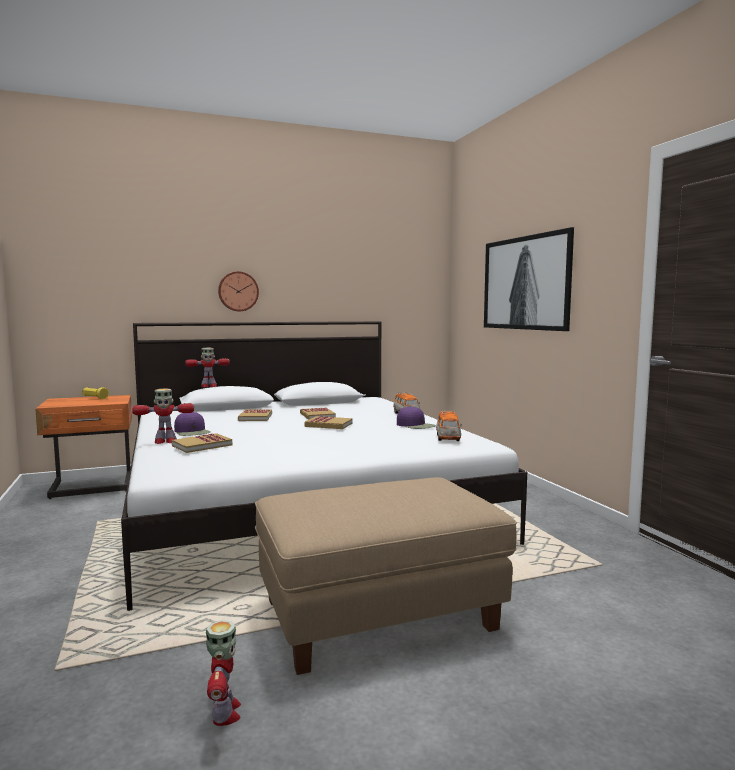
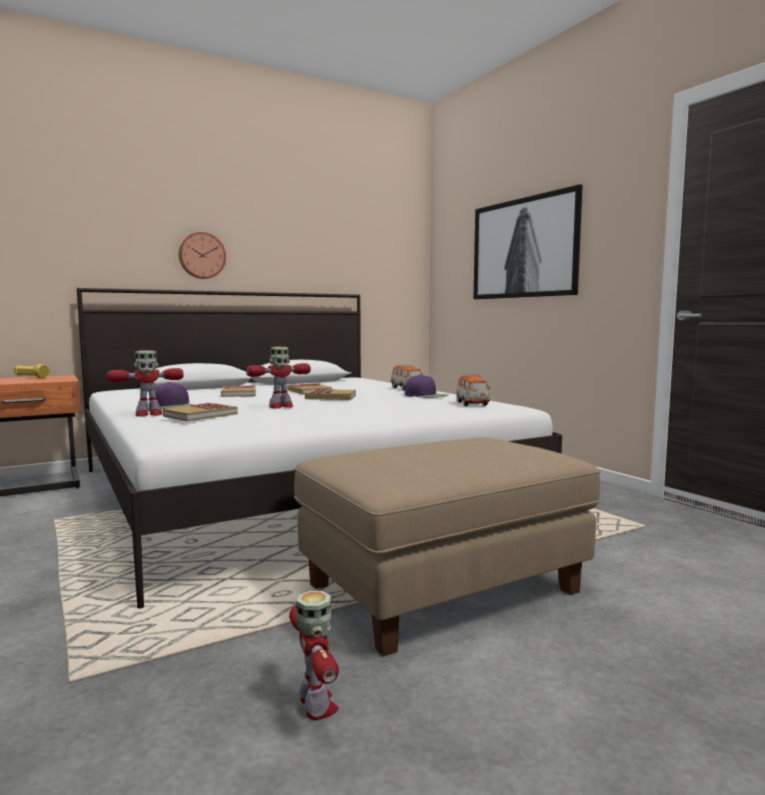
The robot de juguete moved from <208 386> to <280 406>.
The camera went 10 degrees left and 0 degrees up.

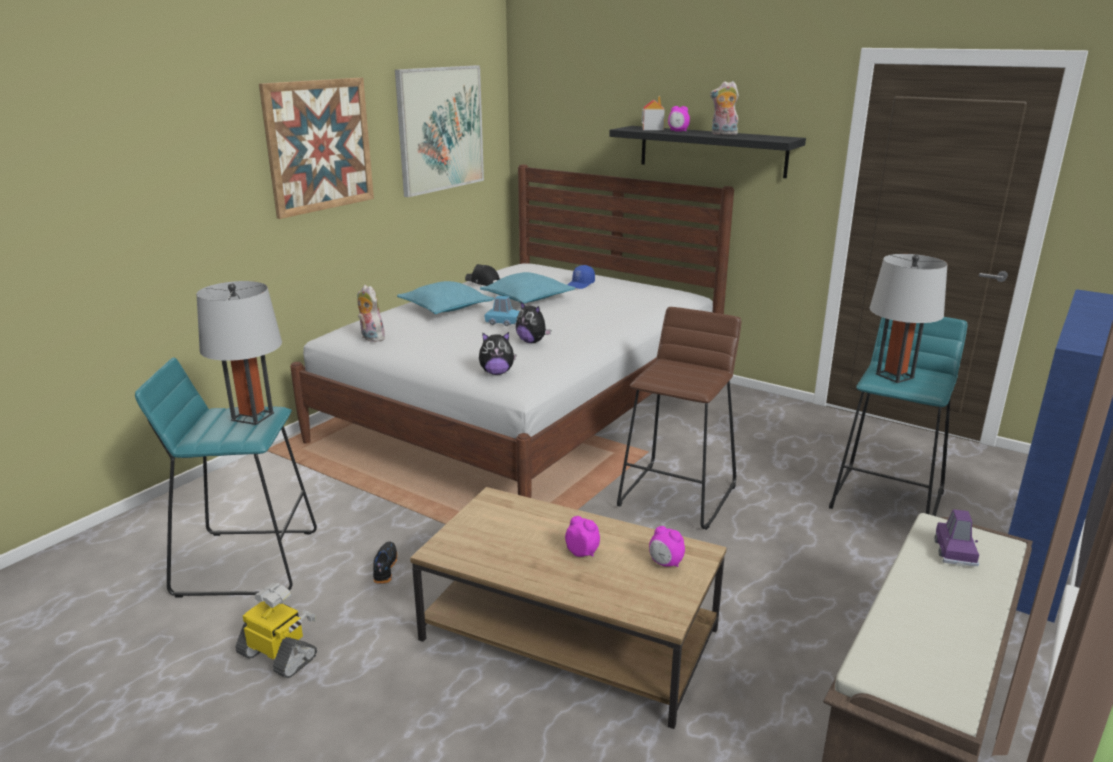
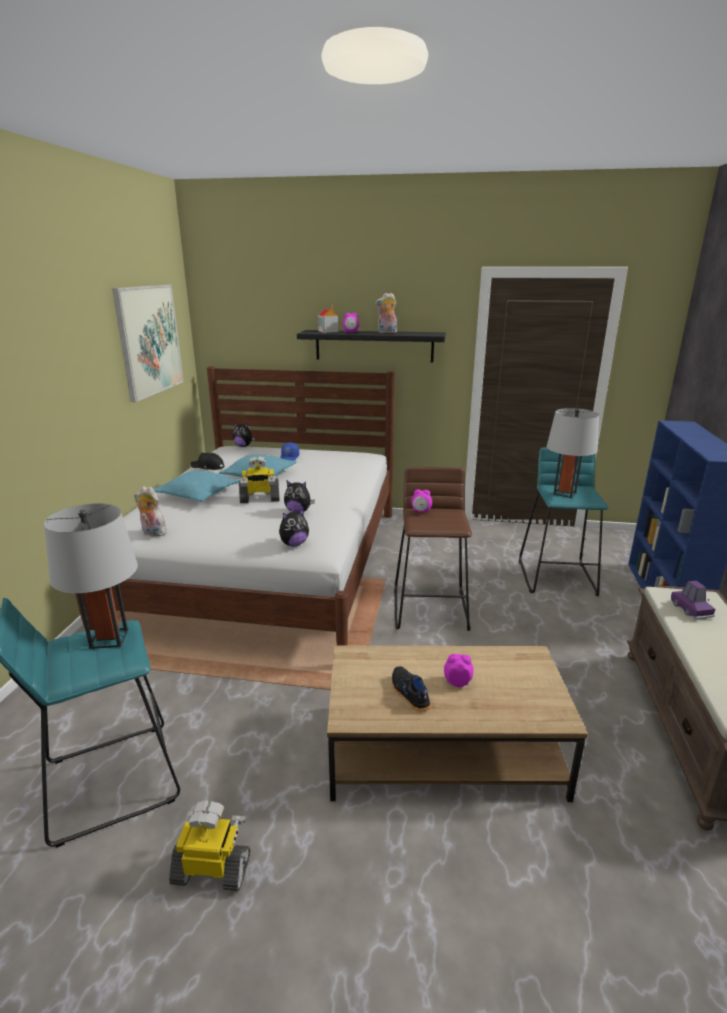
The cuadro at <319 146> disappeared.
The coche de juguete/azul at <503 322> was replaced by the robot de juguete at <259 499>.
The despertador moved from <665 563> to <421 511>.
The zapato/negro moved from <384 568> to <409 694>.
The peluche at <243 446> appeared.
The camera went 25 degrees left and 0 degrees up.

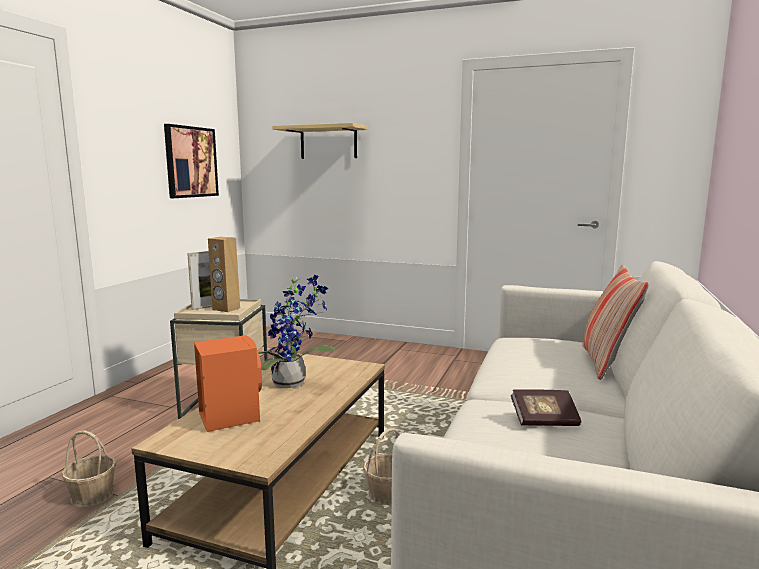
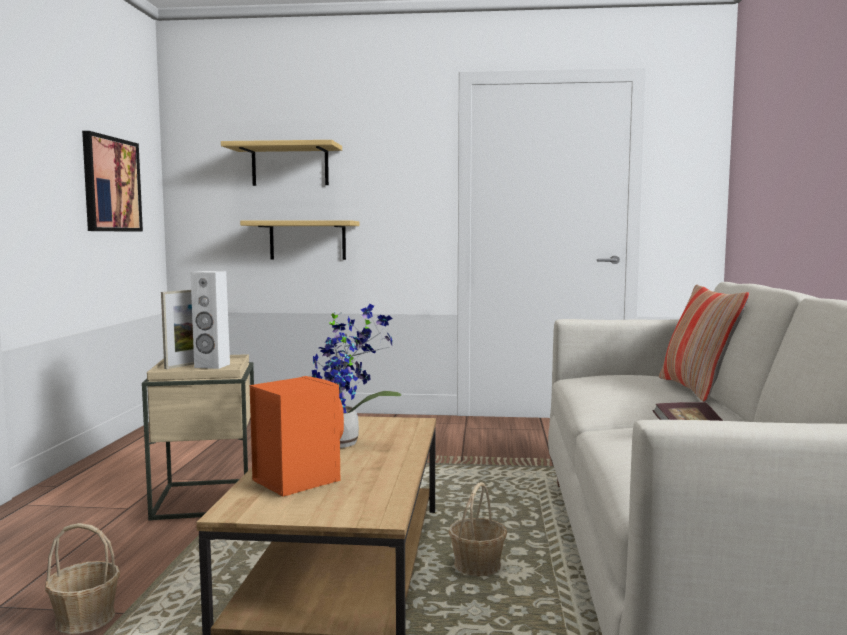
The altavoz/marrón at <226 309> became the altavoz/blanco at <212 366>.
The estante at <307 240> appeared.
The camera went 15 degrees left and 5 degrees down.

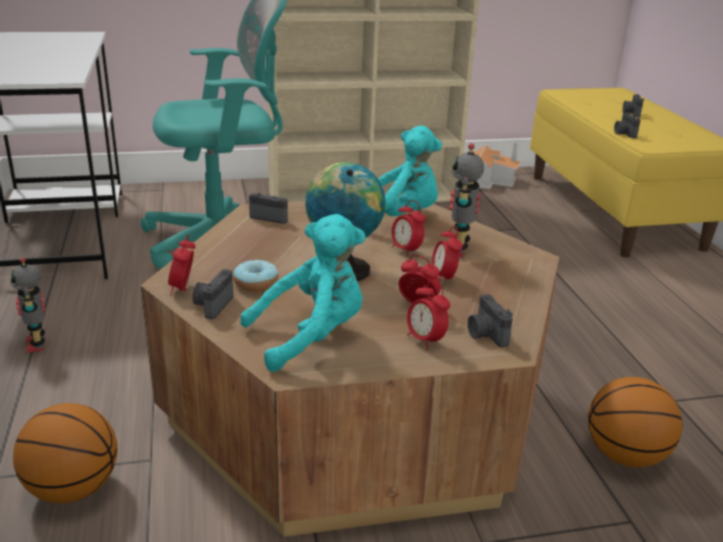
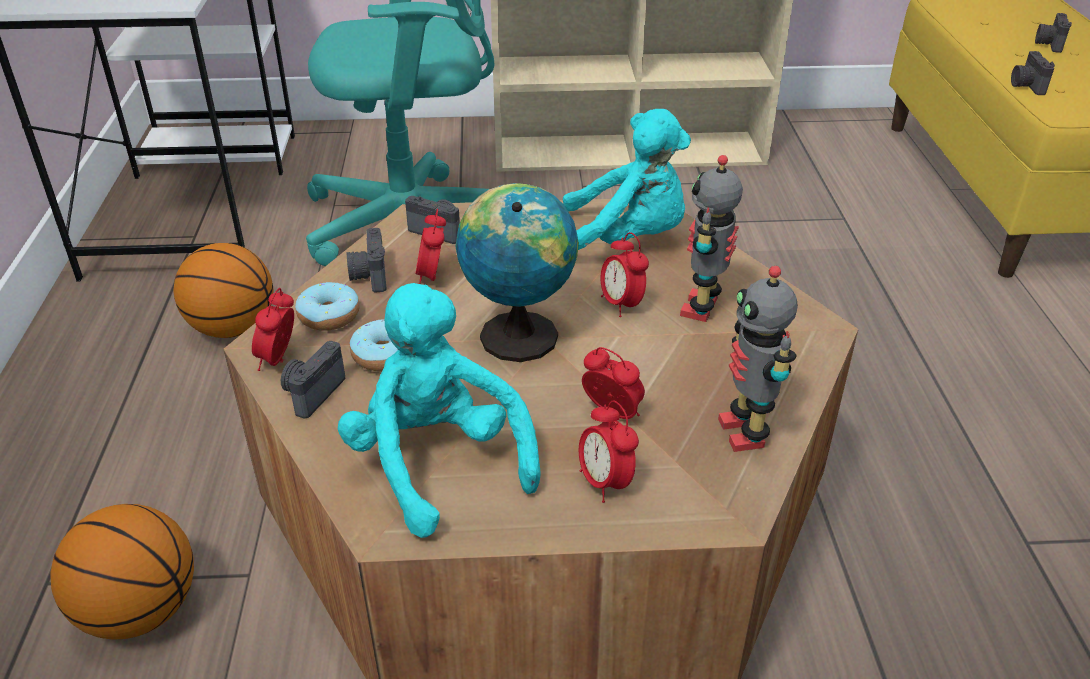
The casita at <489 180> disappeared.
The peluche/turquesa at <311 337> turned 105 degrees counterclockwise.
The despertador moved from <444 278> to <432 277>.
The robot de juguete moved from <38 344> to <745 432>.
The cámara moved from <485 334> to <369 276>.
The balón de baloncesto moved from <626 456> to <233 328>.
The rosquilla at <329 316> appeared.
The camera went 10 degrees right and 10 degrees up.

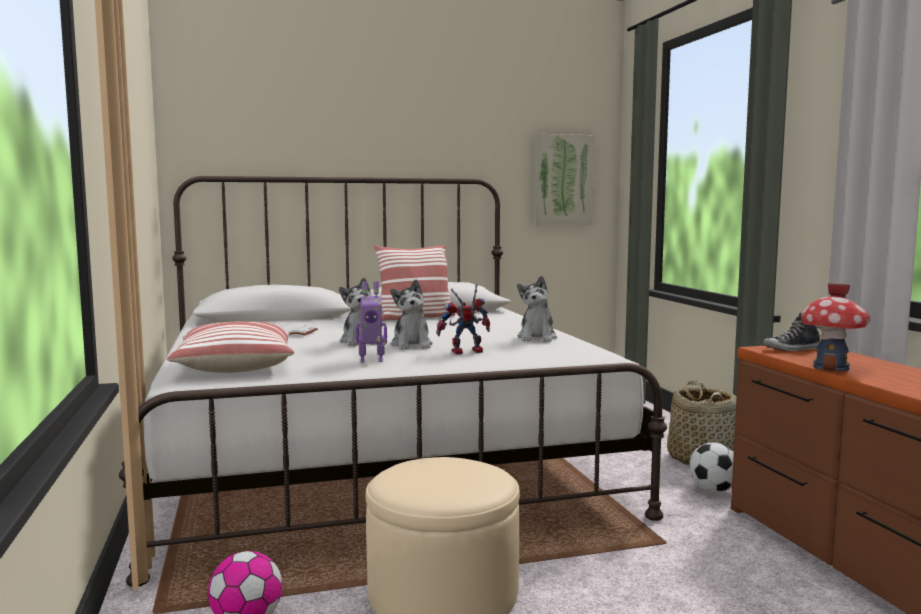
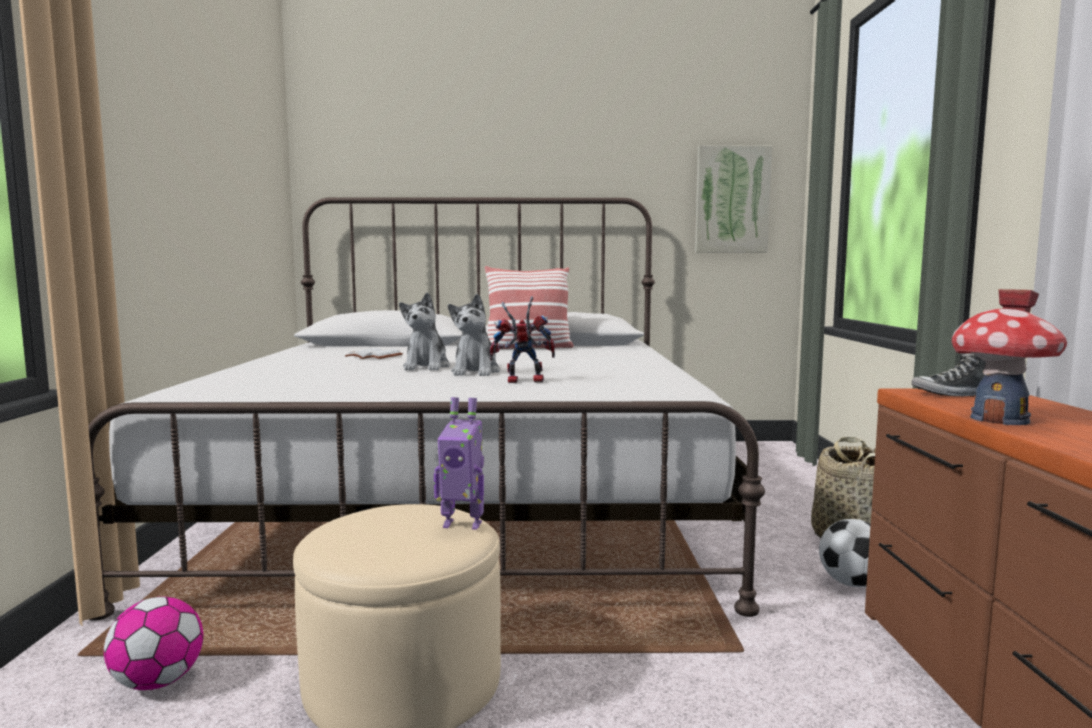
The peluche at <537 338> disappeared.
The robot de juguete moved from <371 360> to <463 523>.
The cojín at <235 366> disappeared.
The camera went 15 degrees right and 0 degrees up.

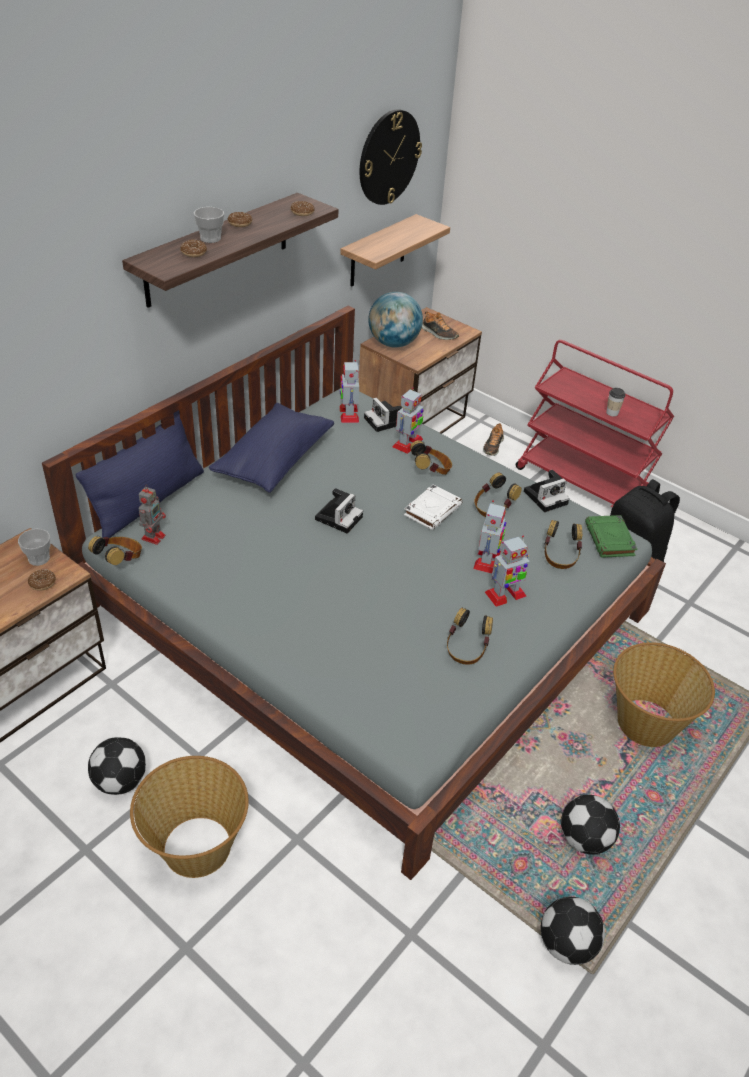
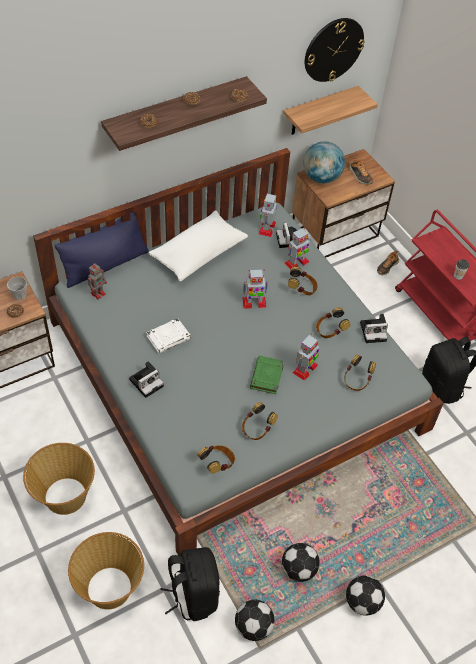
The taza at <210 238> disappeared.
The cojín/azul at <274 460> became the cojín/blanco at <198 254>.
The libro/blanco moved from <432 510> to <169 337>.
The cámara moved from <339 517> to <147 382>.
The libro/verde moved from <610 540> to <267 377>.
The auriculares moved from <120 561> to <218 464>.
The robot de juguete moved from <505 594> to <254 302>.
The cesta moved from <646 723> to <110 587>.
The balón de fútbol moved from <120 781> to <362 601>.
The mochila/negro at <193 595> appeared.
The camera went 20 degrees right and 10 degrees up.

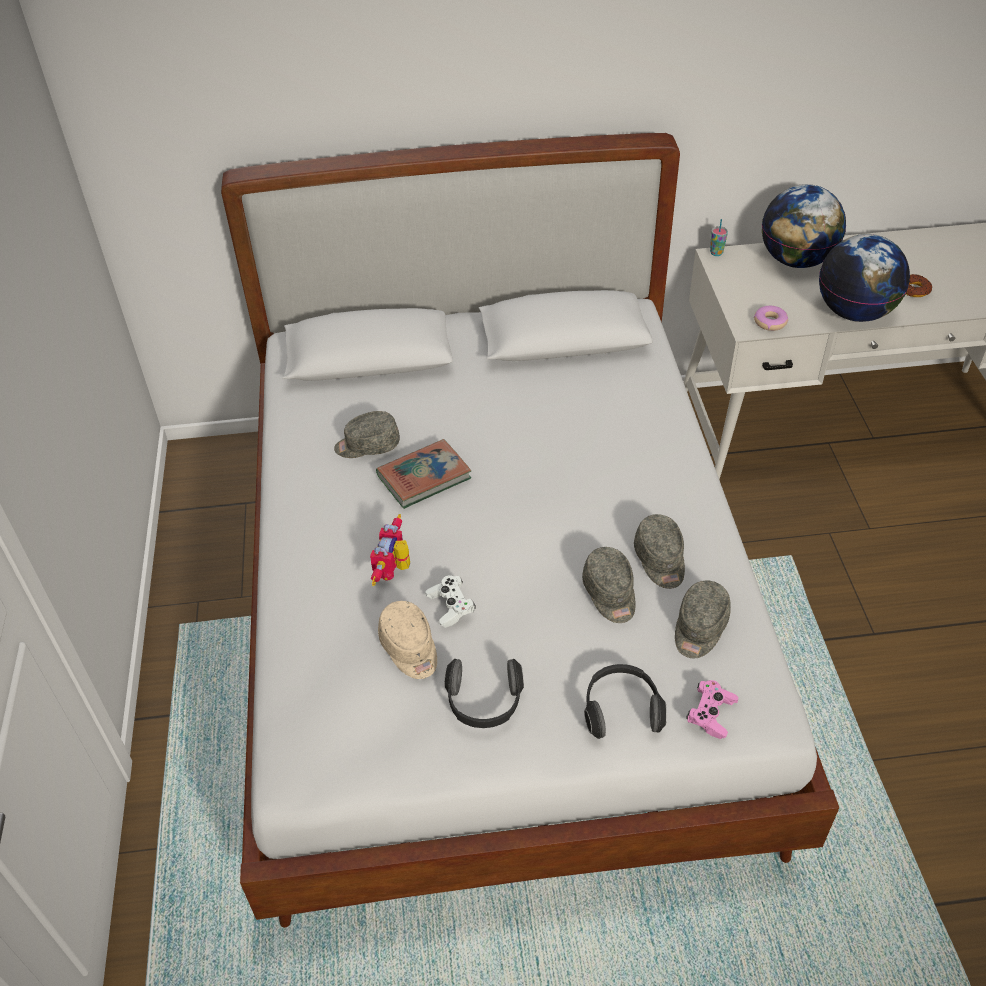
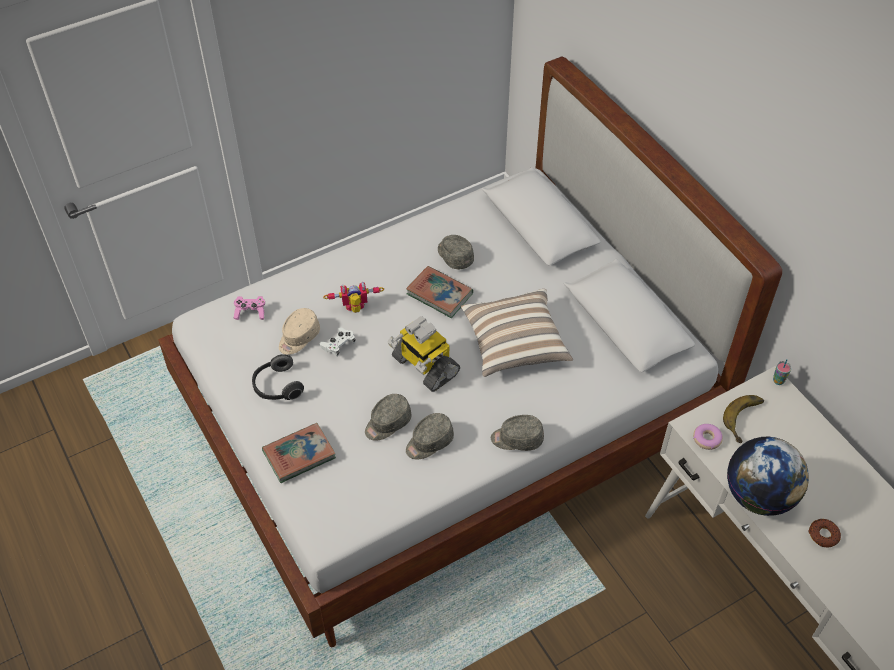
The globo terráqueo at <795 260> disappeared.
The gorra/gris moved from <699 628> to <517 439>.
The auriculares at <621 709> was replaced by the libro at <299 455>.
The mando de consola/rosa moved from <711 714> to <250 312>.
The cojín at <514 344> appeared.
The robot de juguete at <424 366> appeared.
The plátano at <747 420> appeared.
The camera went 65 degrees right and 5 degrees up.

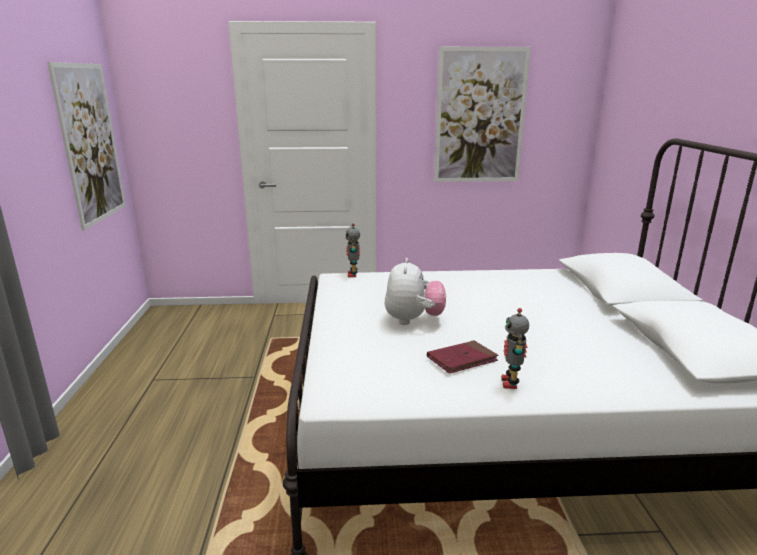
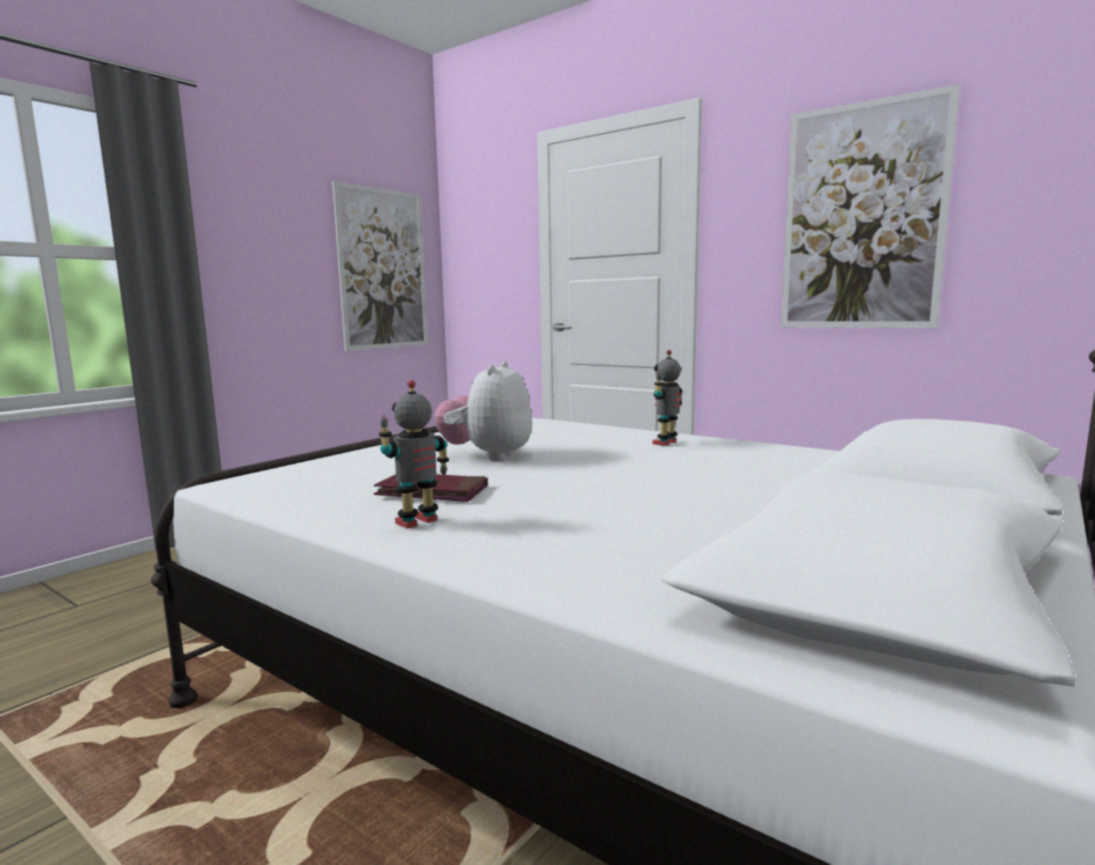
The robot de juguete moved from <353 274> to <666 443>.
The peluche at <413 320> turned 150 degrees clockwise.
The camera went 40 degrees right and 10 degrees down.

